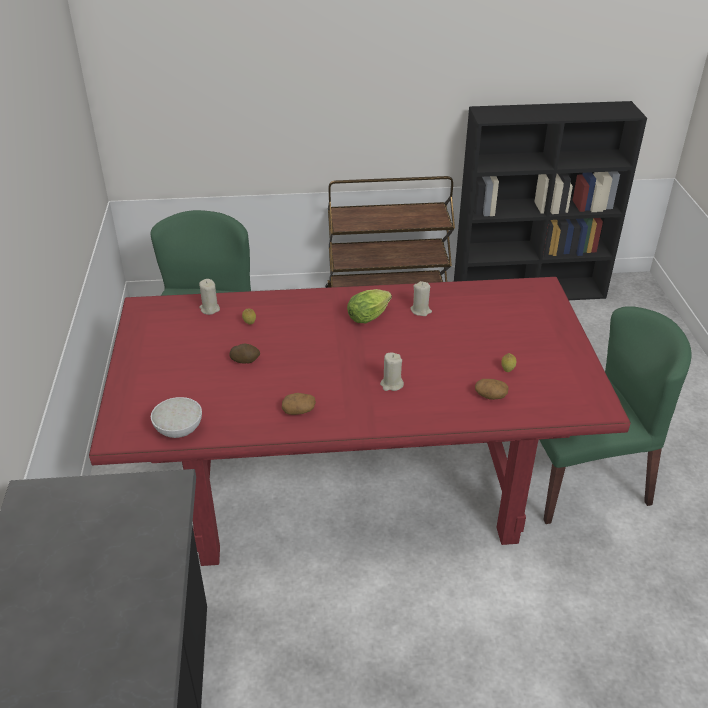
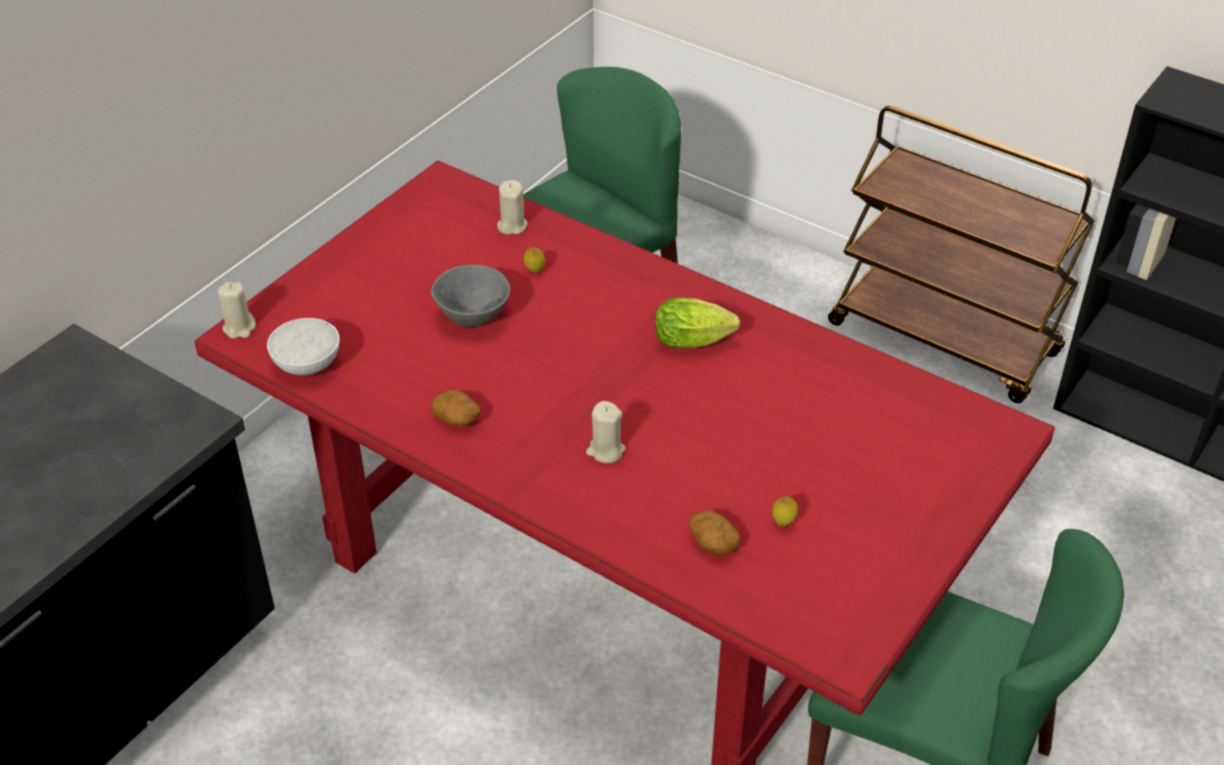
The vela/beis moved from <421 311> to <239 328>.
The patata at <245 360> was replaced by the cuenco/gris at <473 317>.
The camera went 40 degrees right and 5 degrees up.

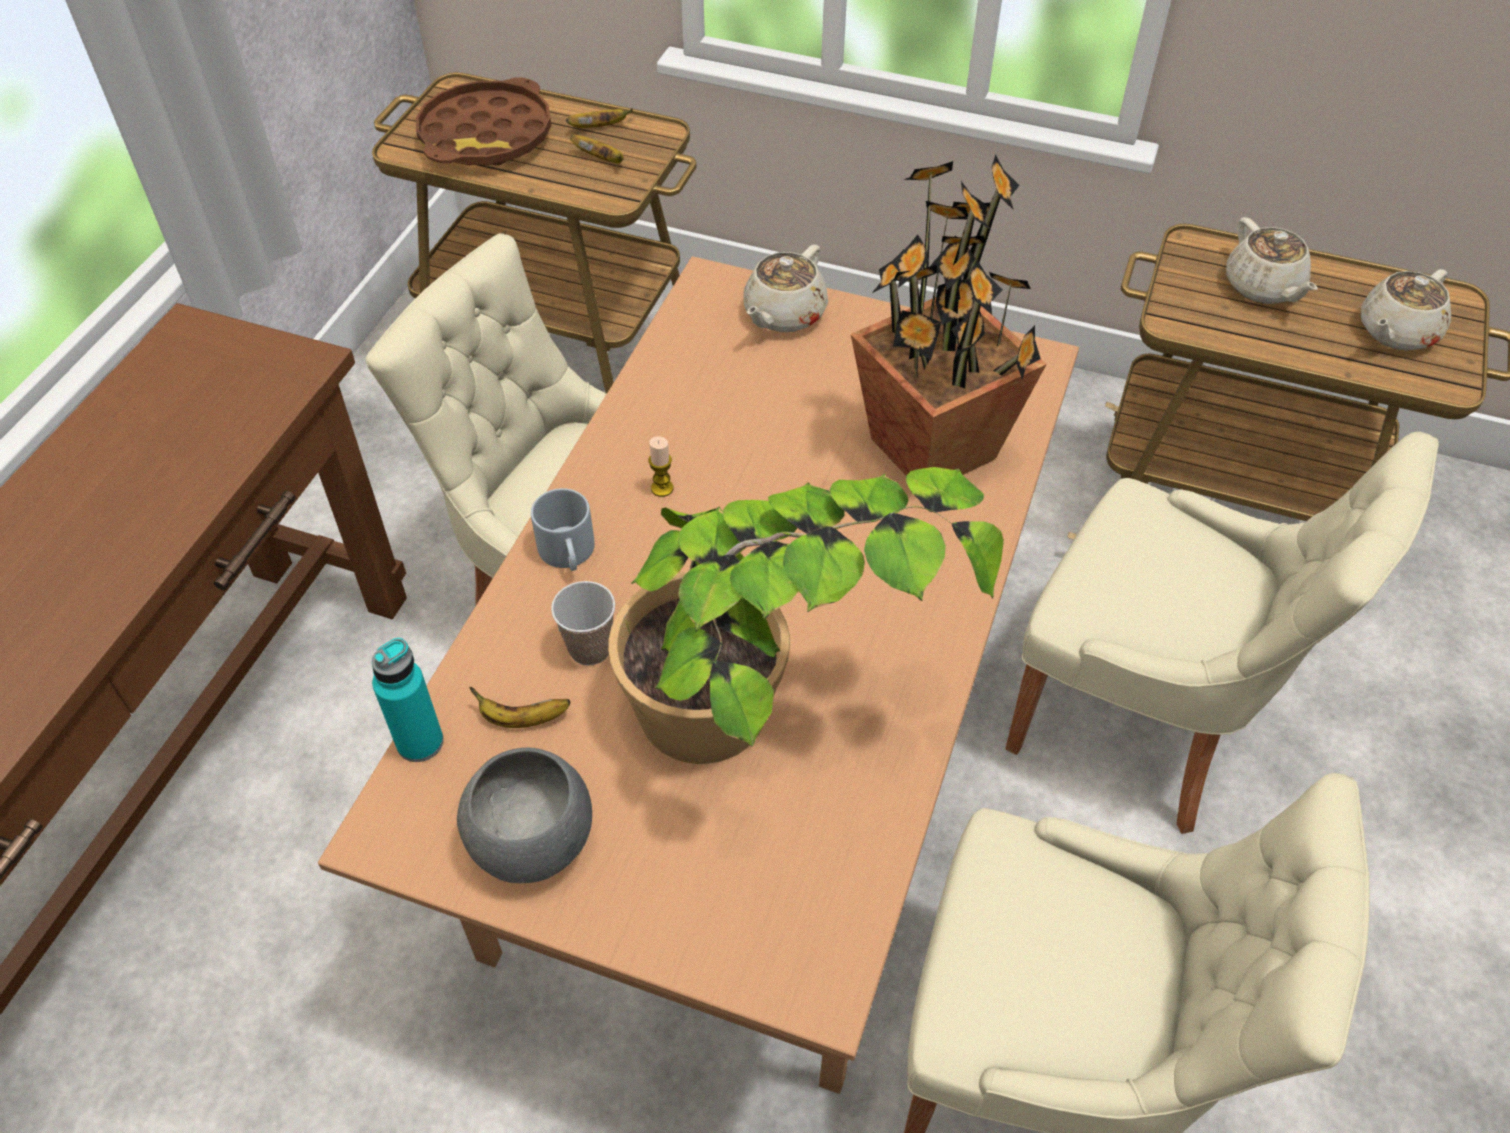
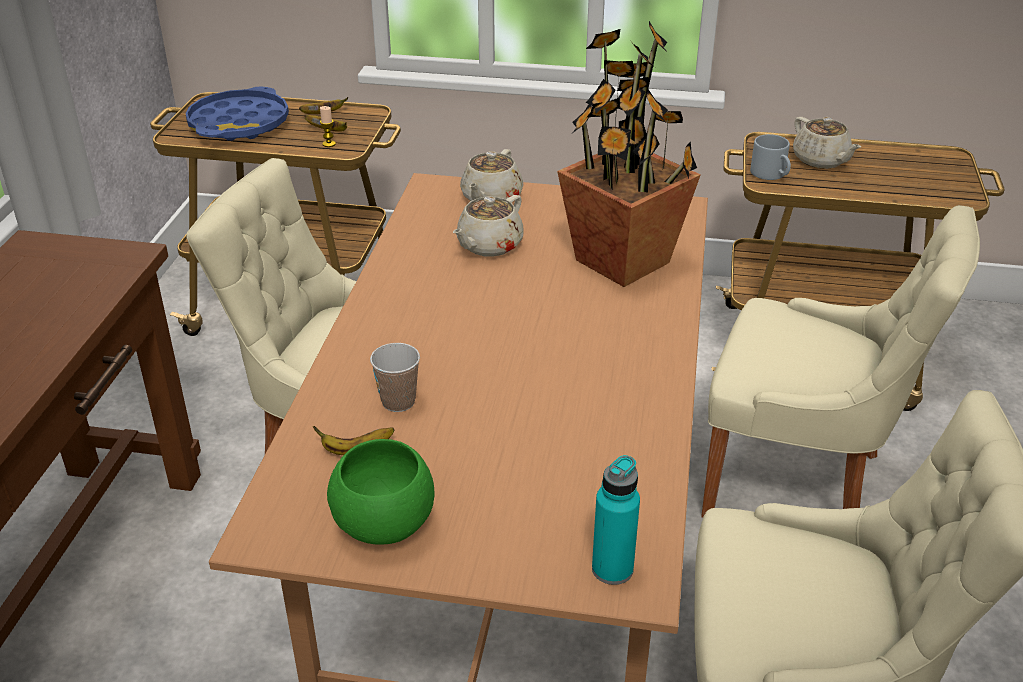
The bandeja/marrón at <486 136> became the bandeja/azul at <239 124>.
The tetera/beis moved from <1395 332> to <488 245>.
The vela moved from <662 488> to <329 144>.
The planta en maceta at <772 719> disappeared.
The taza grande/gris moved from <569 554> to <772 174>.
The botella/turquesa moved from <420 742> to <612 569>.
The cuenco/gris at <531 842> became the cuenco/verde at <383 525>.
The camera went 10 degrees left and 15 degrees down.

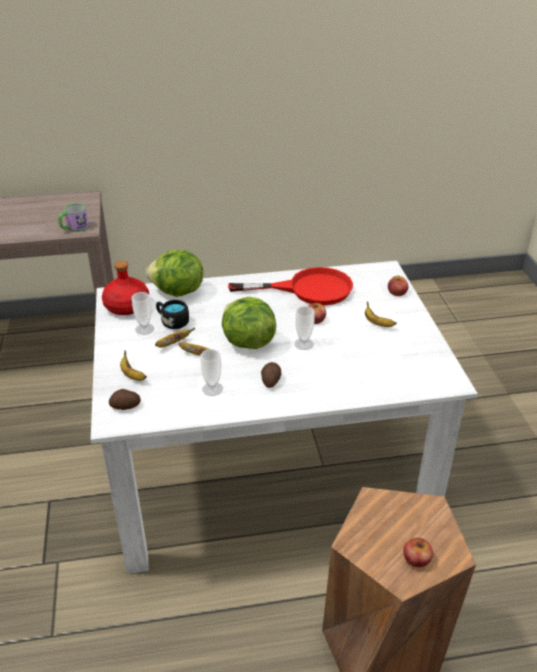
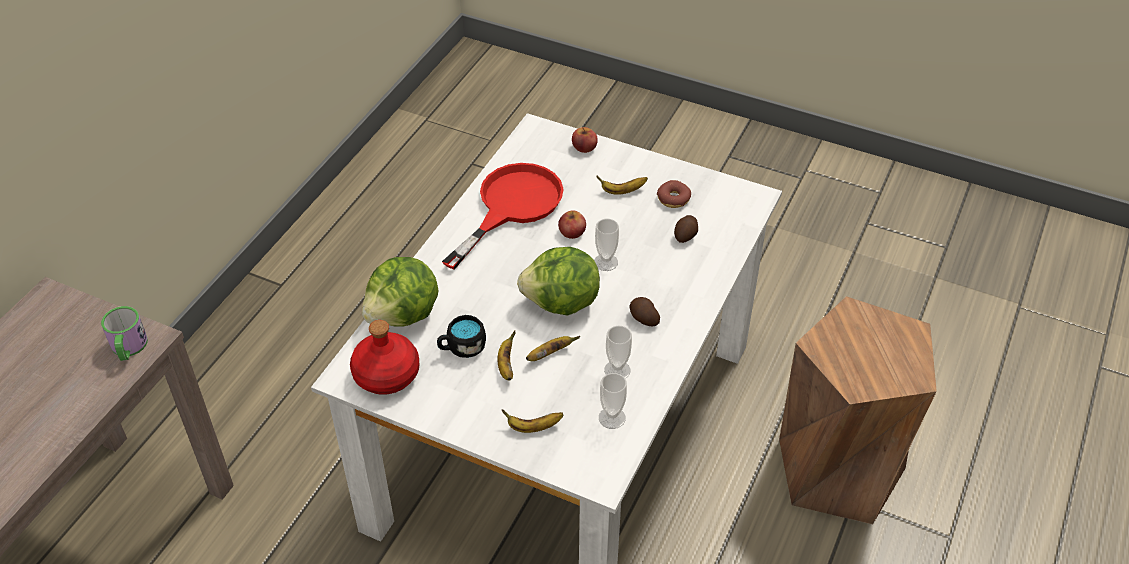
The taza moved from <144 329> to <612 418>.
The patata moved from <125 407> to <686 235>.
The manzana at <416 559> disappeared.
The rosquilla at <673 198> appeared.
The camera went 55 degrees left and 10 degrees up.

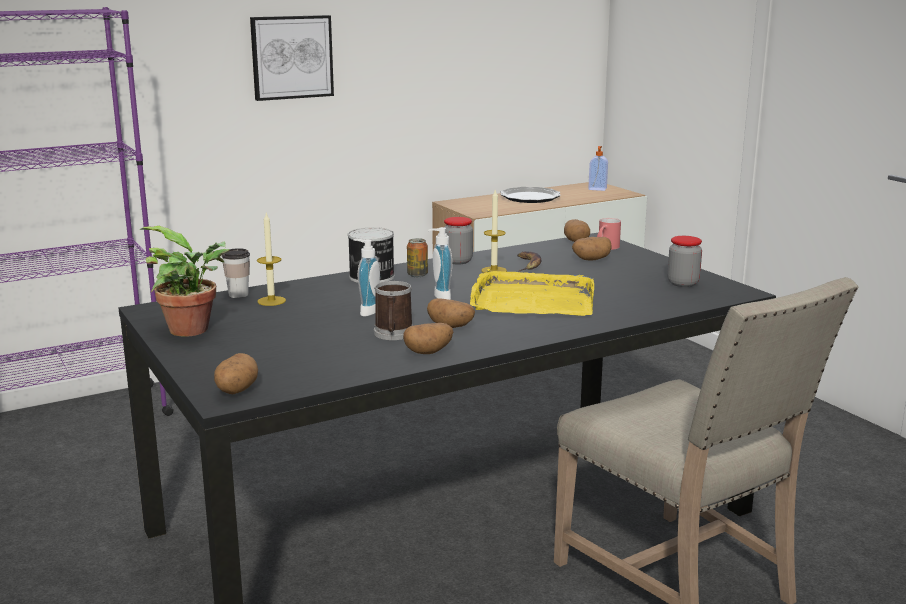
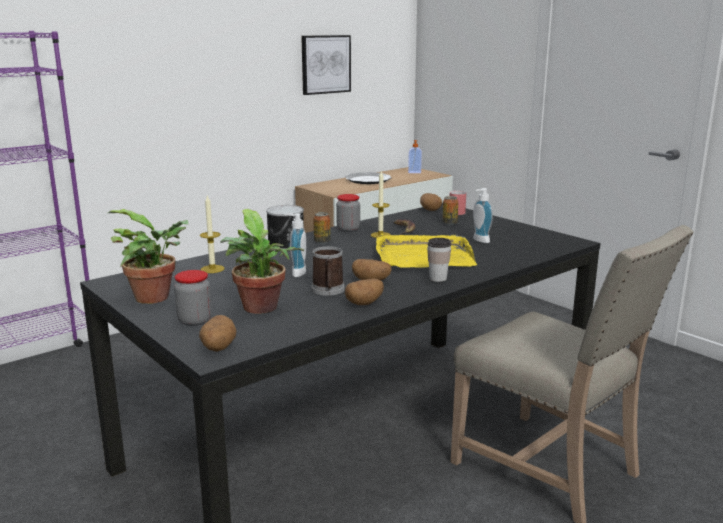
The cuadro moved from <291 57> to <325 64>.
The dispensador de jabón moved from <439 297> to <479 240>.
The tarro moved from <683 283> to <194 320>.
The patata at <591 259> was replaced by the lata at <449 223>.
The taza moved from <238 295> to <438 278>.
The planta en maceta at <261 309> appeared.
The camera went 10 degrees left and 0 degrees up.

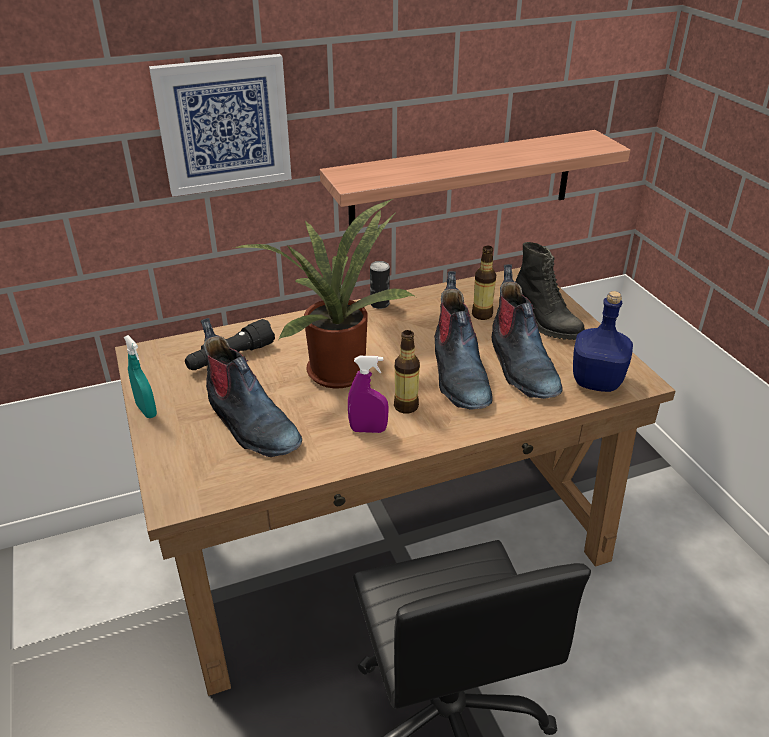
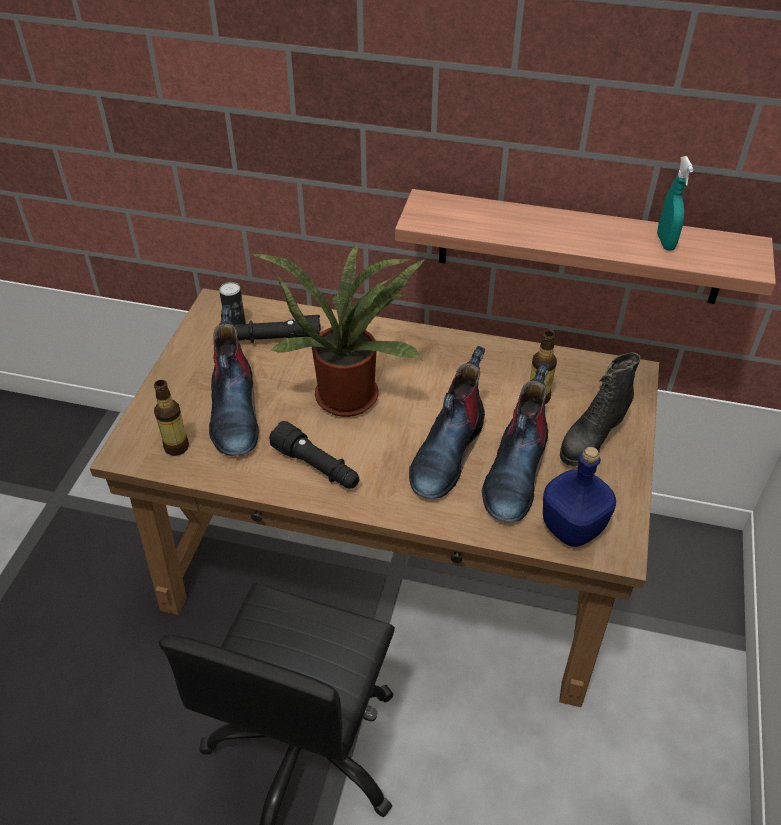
The cuadro at <224 125> disappeared.
The bota/negro at <545 324> turned 45 degrees clockwise.
The lata moved from <379 304> to <235 324>.
The botella moved from <406 406> to <176 447>.
The pulverizador/turquesa moved from <146 410> to <665 242>.
The pulverizador/morado at <368 430> was replaced by the linterna/negro at <317 467>.
The camera went 35 degrees right and 10 degrees up.

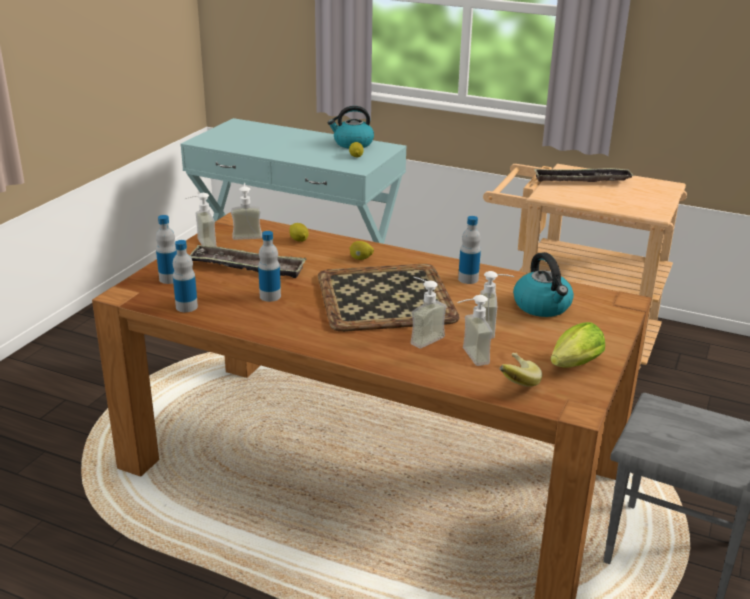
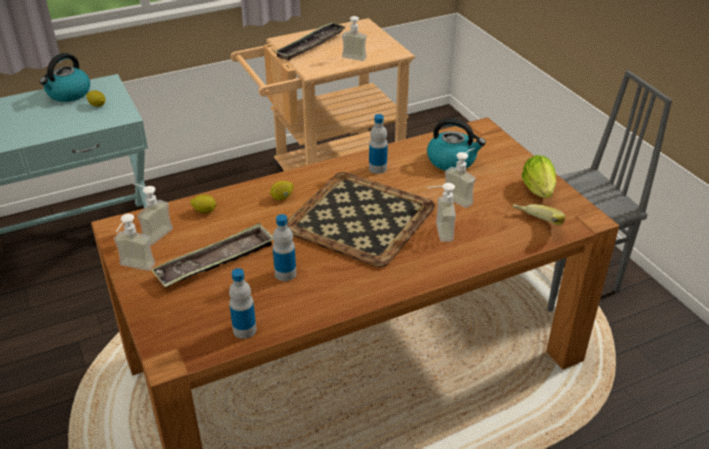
The botella at <169 279> disappeared.
The dispensador de jabón moved from <468 357> to <352 59>.
The camera went 50 degrees left and 10 degrees up.

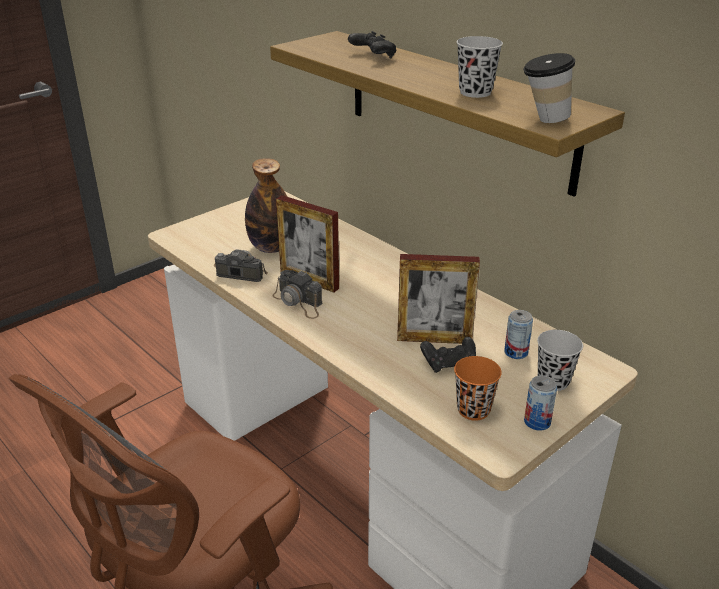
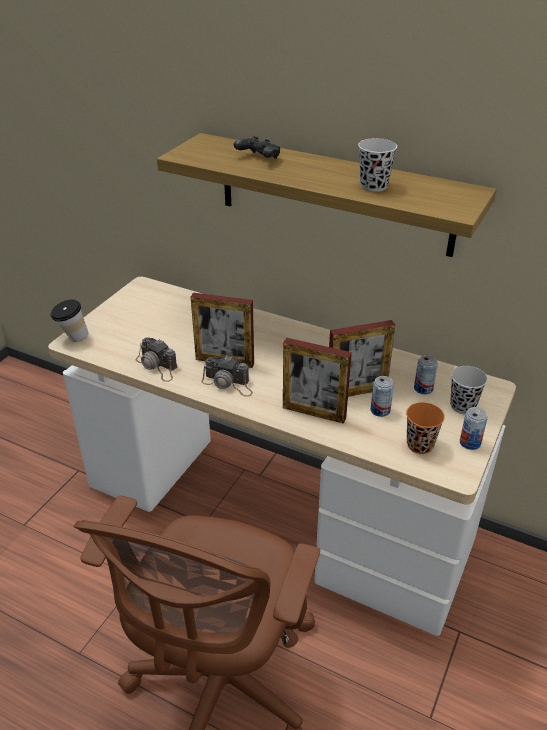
The taza moved from <543 120> to <72 338>.
The botella at <271 247> disappeared.
The cámara at <238 272> turned 135 degrees counterclockwise.
The mando de consola/negro at <449 364> was replaced by the lata at <380 410>.
The portarretratos at <314 413> appeared.
The camera went 20 degrees left and 5 degrees up.

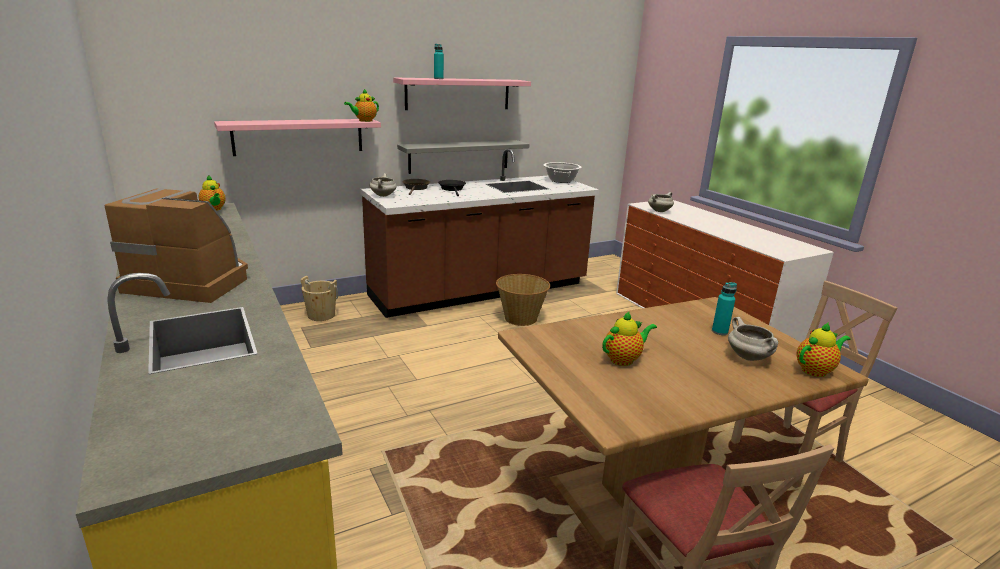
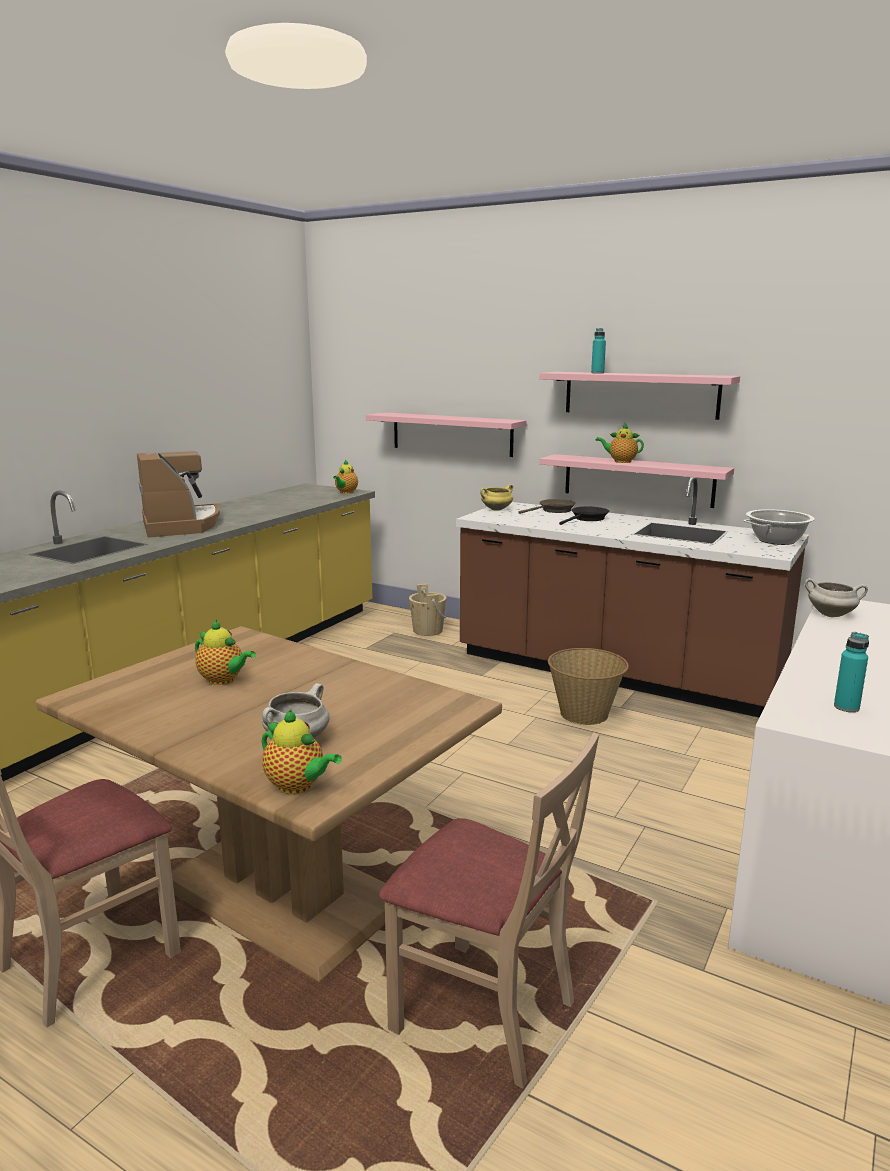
The tetera moved from <364 121> to <620 461>.
The estante/gris at <459 156> became the estante/rosa at <638 480>.
The olla/blanco at <383 195> became the olla/amarillo at <496 509>.
The botella/turquesa moved from <719 331> to <846 707>.
The camera went 60 degrees right and 5 degrees down.

